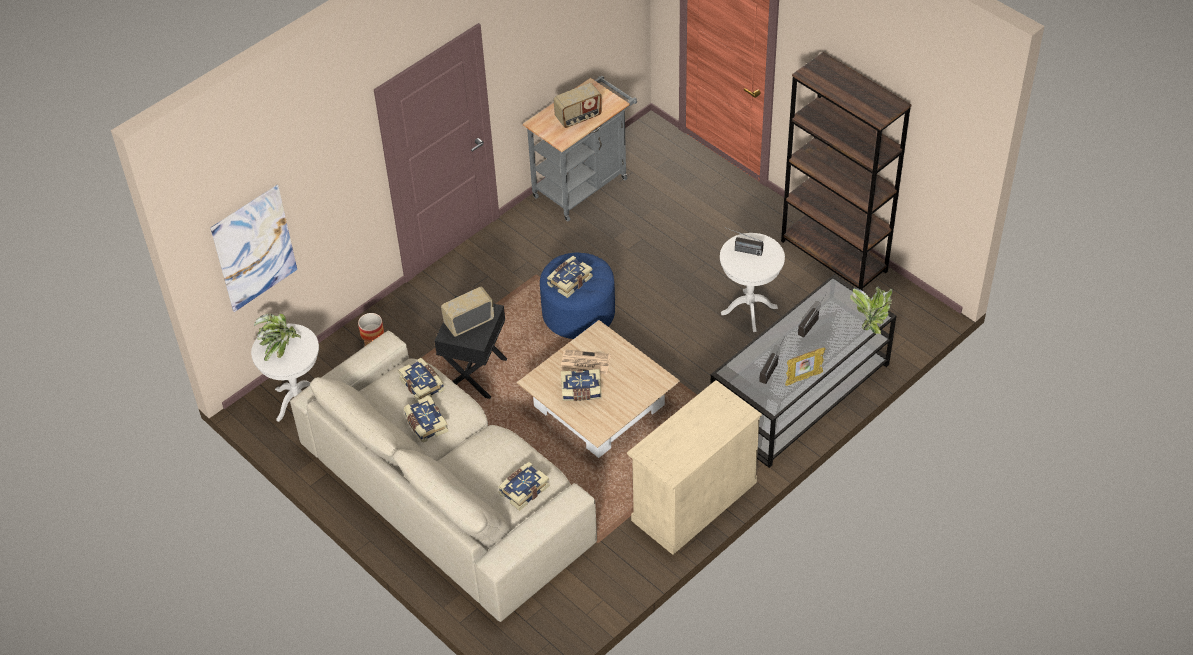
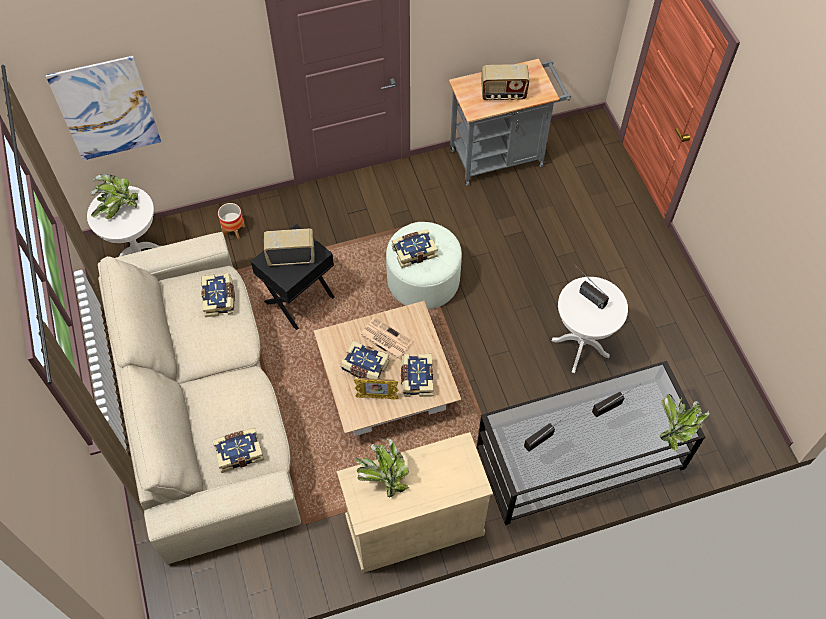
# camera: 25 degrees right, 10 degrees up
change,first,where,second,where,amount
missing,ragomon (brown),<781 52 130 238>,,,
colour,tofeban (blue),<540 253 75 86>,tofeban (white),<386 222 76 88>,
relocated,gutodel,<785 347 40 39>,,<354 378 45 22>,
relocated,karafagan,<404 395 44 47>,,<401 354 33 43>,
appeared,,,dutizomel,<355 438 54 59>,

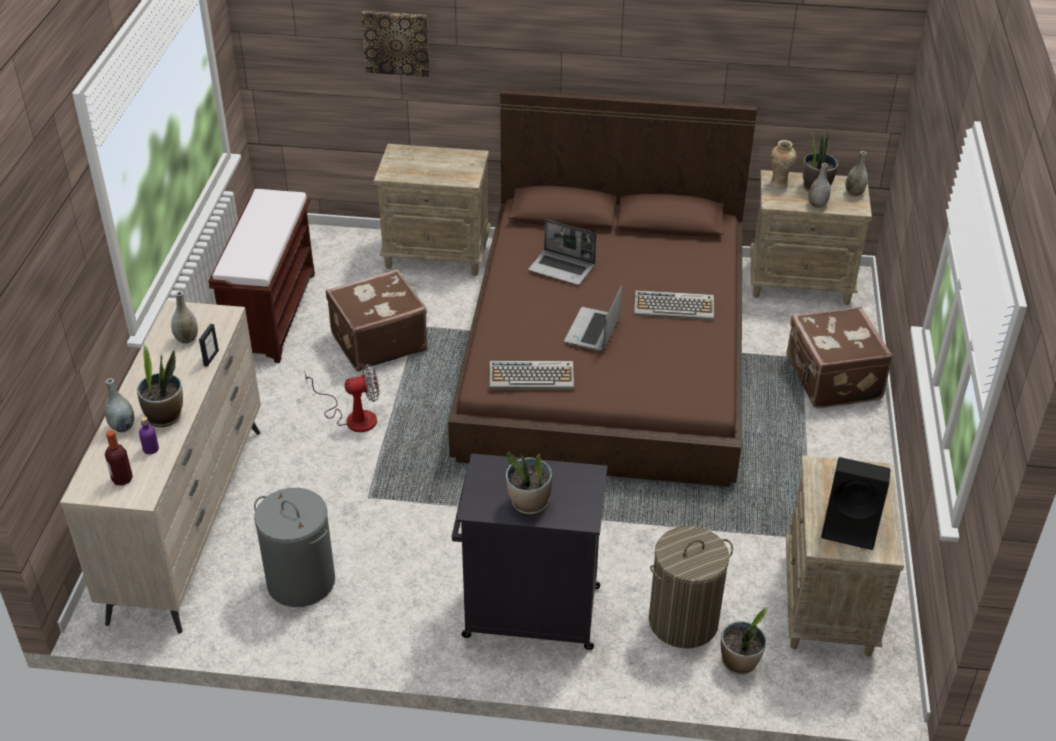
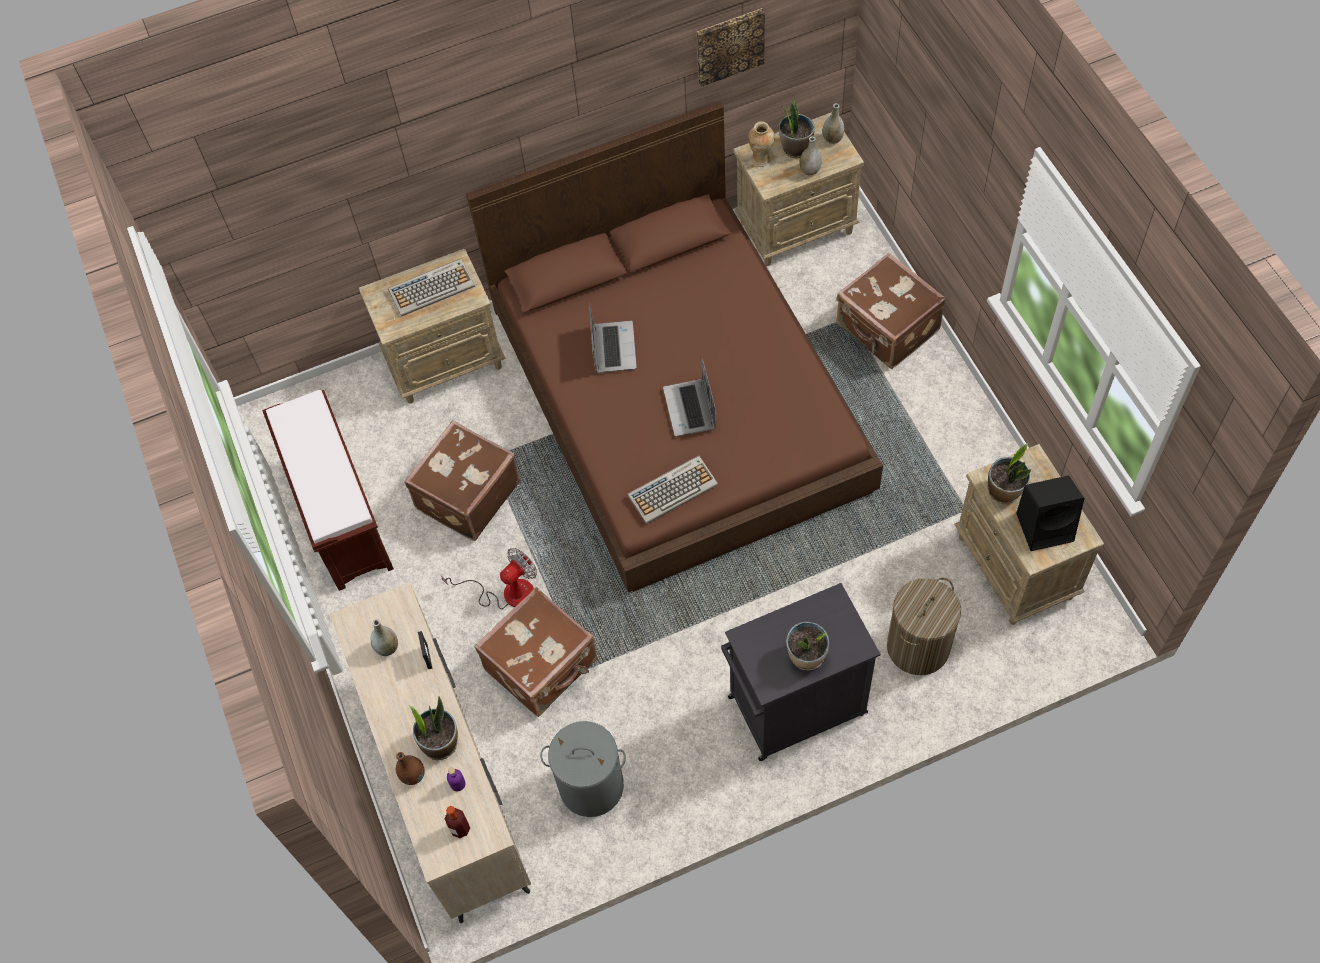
# camera: 25 degrees left, 20 degrees up
change,first,where,second,where,amount
relocated,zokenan,<361 11 69 66>,,<696 8 69 79>,
spun,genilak,<528 219 68 66>,,<589 303 48 70>,90 degrees counterclockwise
relocated,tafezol,<634 290 80 31>,,<388 259 87 58>,
colour,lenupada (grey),<105 378 29 54>,lenupada (brown),<396 752 29 33>,
relocated,dutizomel,<721 607 48 68>,,<988 443 43 61>,
appeared,,,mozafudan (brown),<474 587 123 130>,

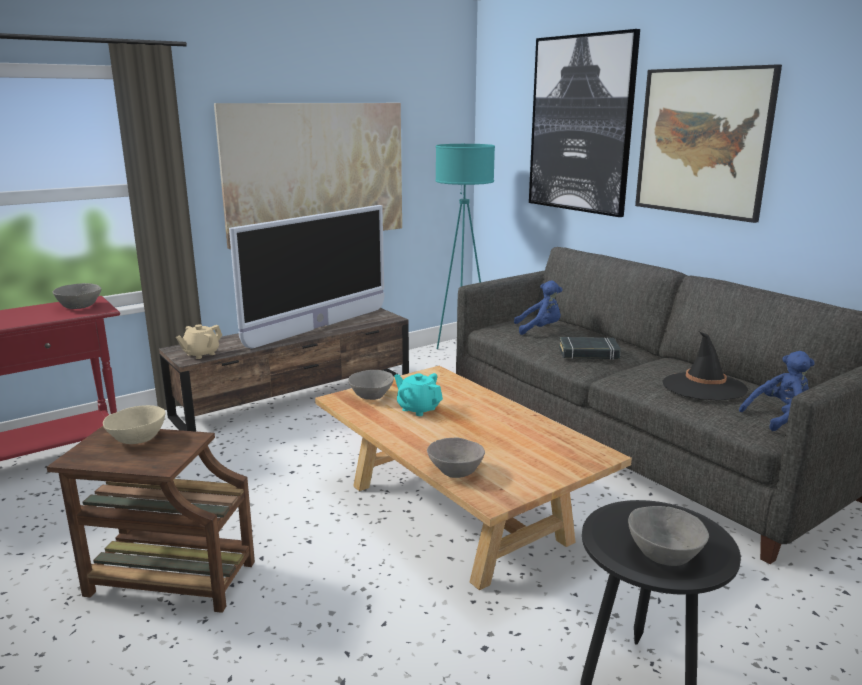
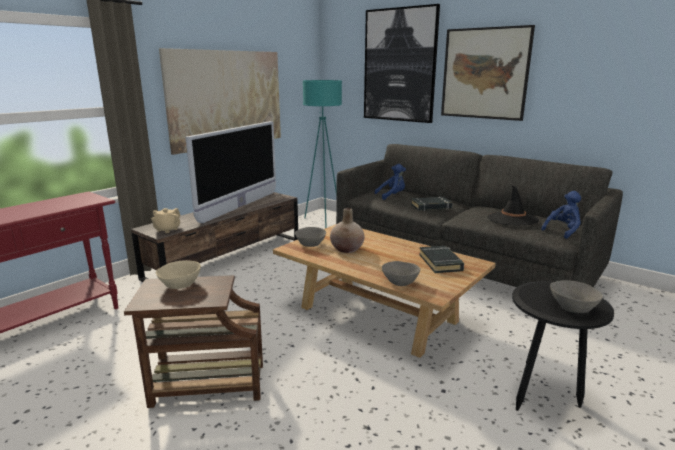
# camera: 15 degrees left, 0 degrees up
change,first,where,second,where,amount
missing,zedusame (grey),<53 283 48 26>,,,
exchanged,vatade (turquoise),<394 373 49 43>,lenupada (beige),<330 208 35 45>,
appeared,,,karafagan (black),<419 246 45 27>,

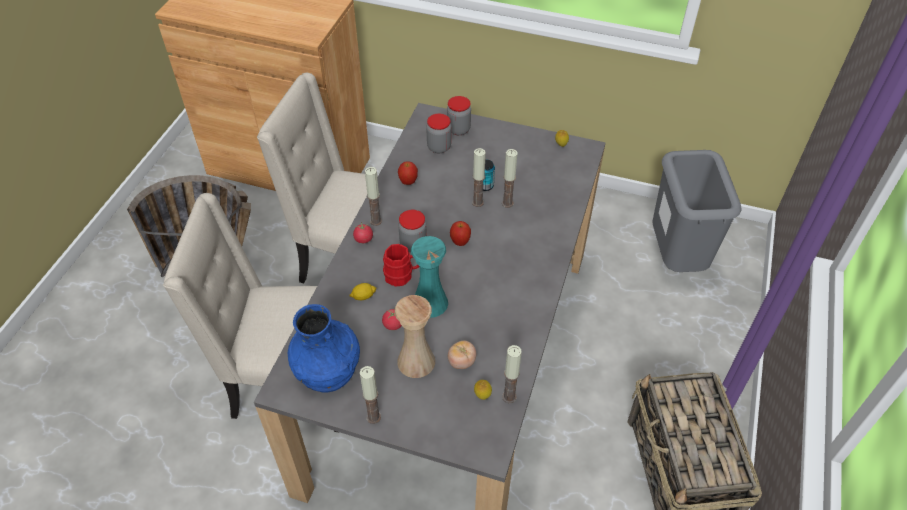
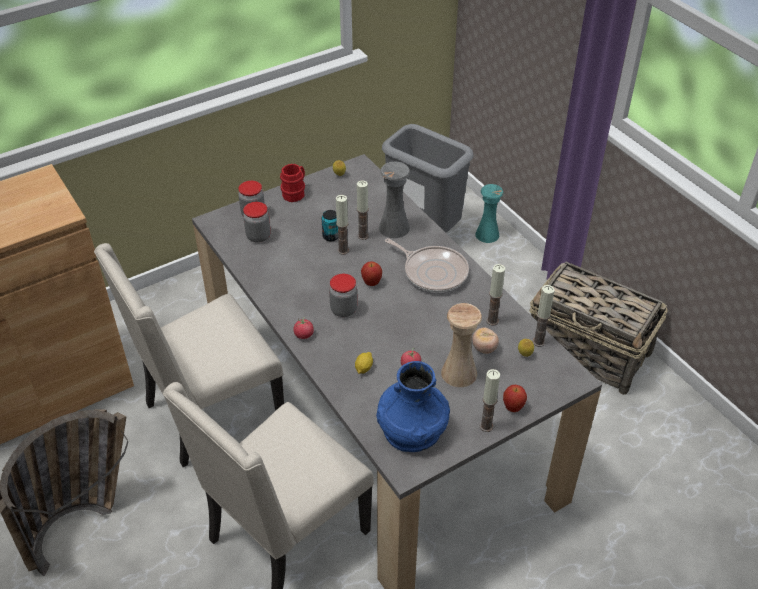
# camera: 50 degrees left, 5 degrees down
change,first,where,second,where,amount
relocated,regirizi,<398 161 20 24>,,<503 385 24 27>,
relocated,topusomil,<365 167 17 59>,,<486 264 19 62>,
relocated,lenupada (turquoise),<411 236 37 82>,,<475 184 28 59>,
relocated,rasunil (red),<383 244 36 43>,,<280 164 25 38>,
appeared,,,lenupada (grey),<379 161 31 77>,
appeared,,,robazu,<385 238 84 55>,

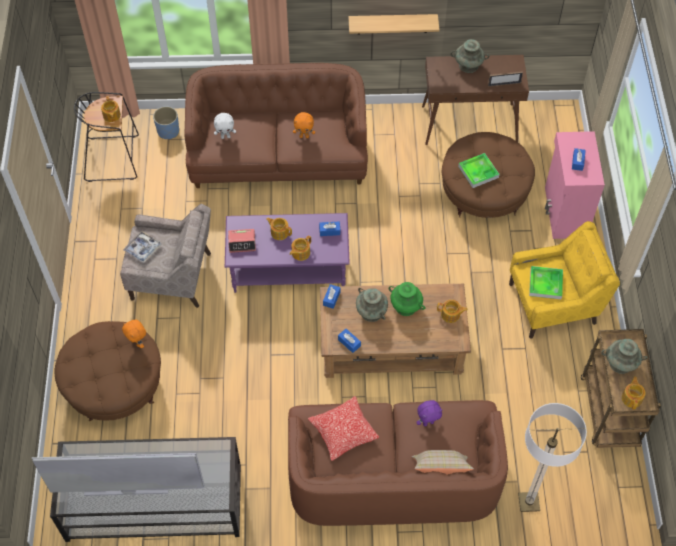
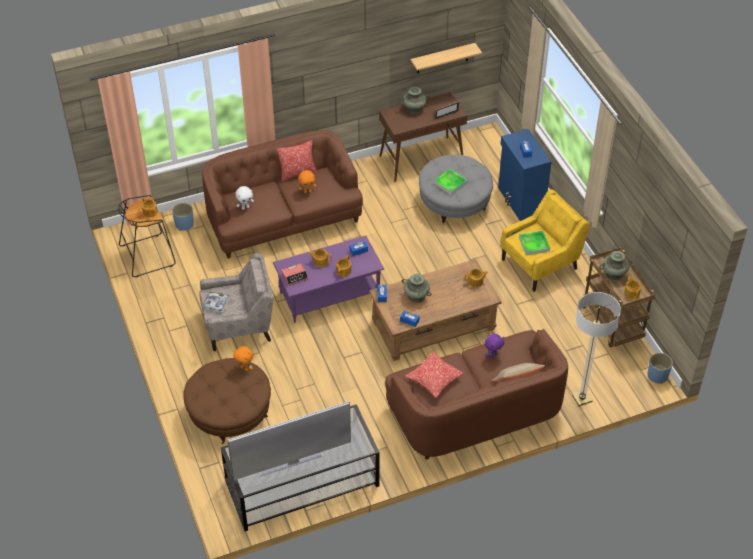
# camera: 20 degrees left, 10 degrees down
change,first,where,second,where,amount
relocated,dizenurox,<349 14 90 20>,,<411 43 71 30>,
colour,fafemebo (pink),<545 131 60 108>,fafemebo (blue),<498 129 54 92>,
colour,tofeban (brown),<442 132 93 86>,tofeban (grey),<419 155 74 70>,
missing,lenupada (green),<389 282 37 34>,,,
appeared,,,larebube,<277 140 40 41>,
appeared,,,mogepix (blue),<648 353 25 31>,

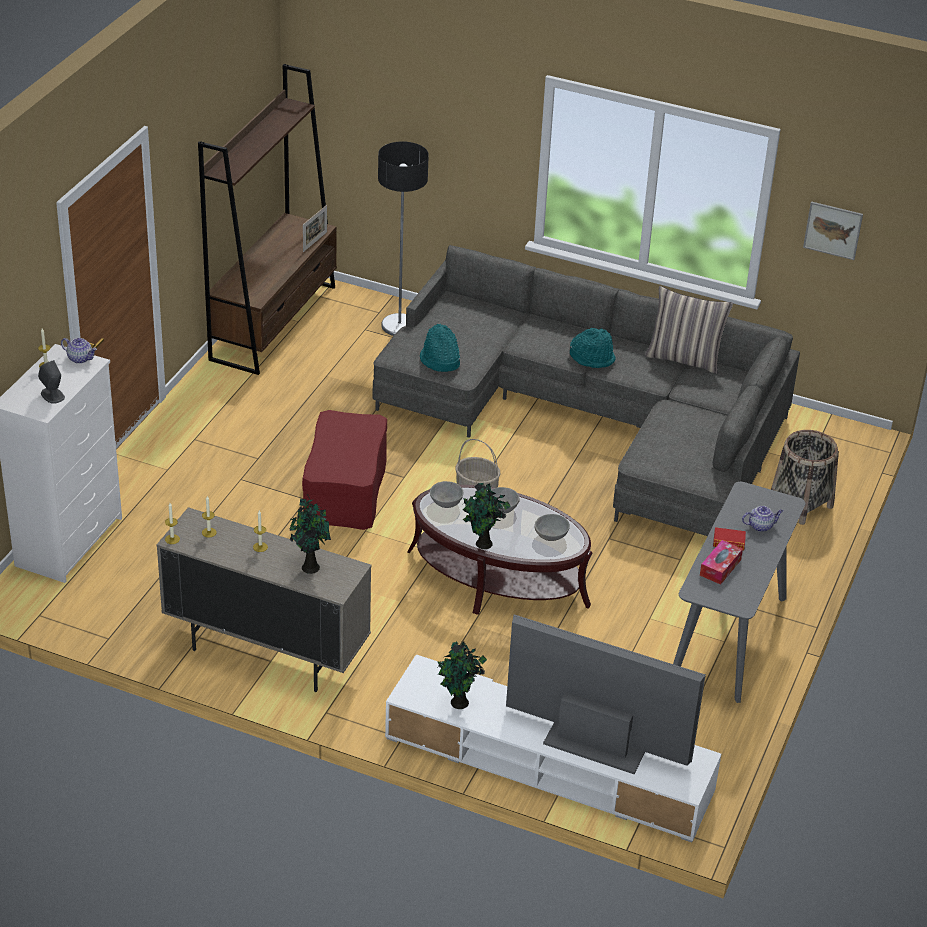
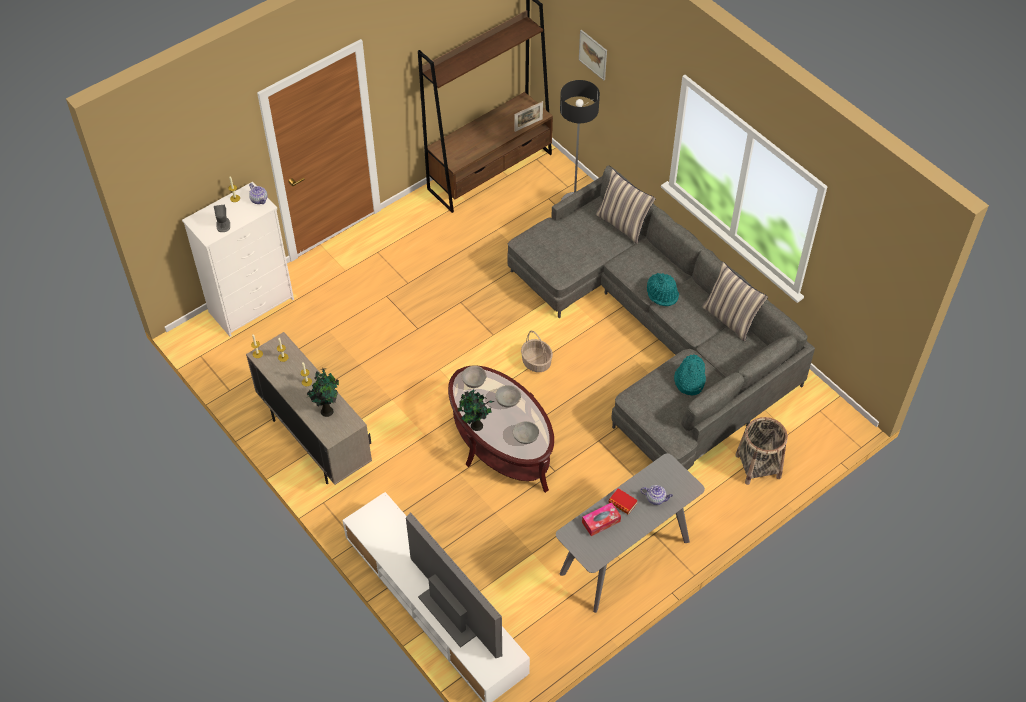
# camera: 30 degrees right, 15 degrees up
change,first,where,second,where,amount
relocated,zokenan,<803 201 60 59>,,<579 30 28 50>,
relocated,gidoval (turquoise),<420 324 40 48>,,<674 354 32 41>,
missing,tofeban (red),<302 410 85 120>,,,
missing,dutizomel,<437 641 50 68>,,,
appeared,,,larebube,<596 169 60 75>,

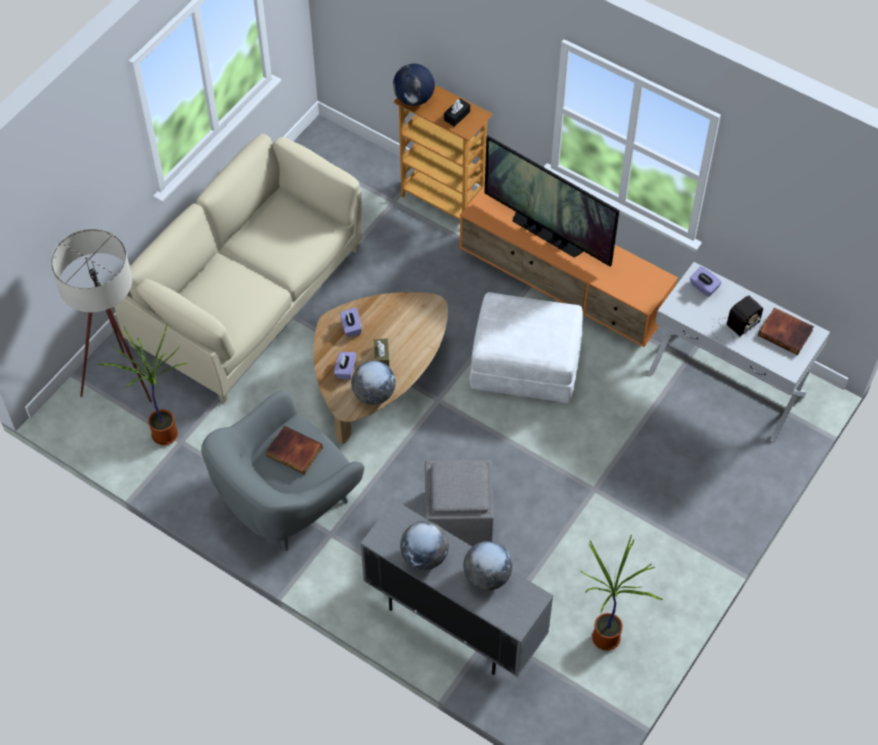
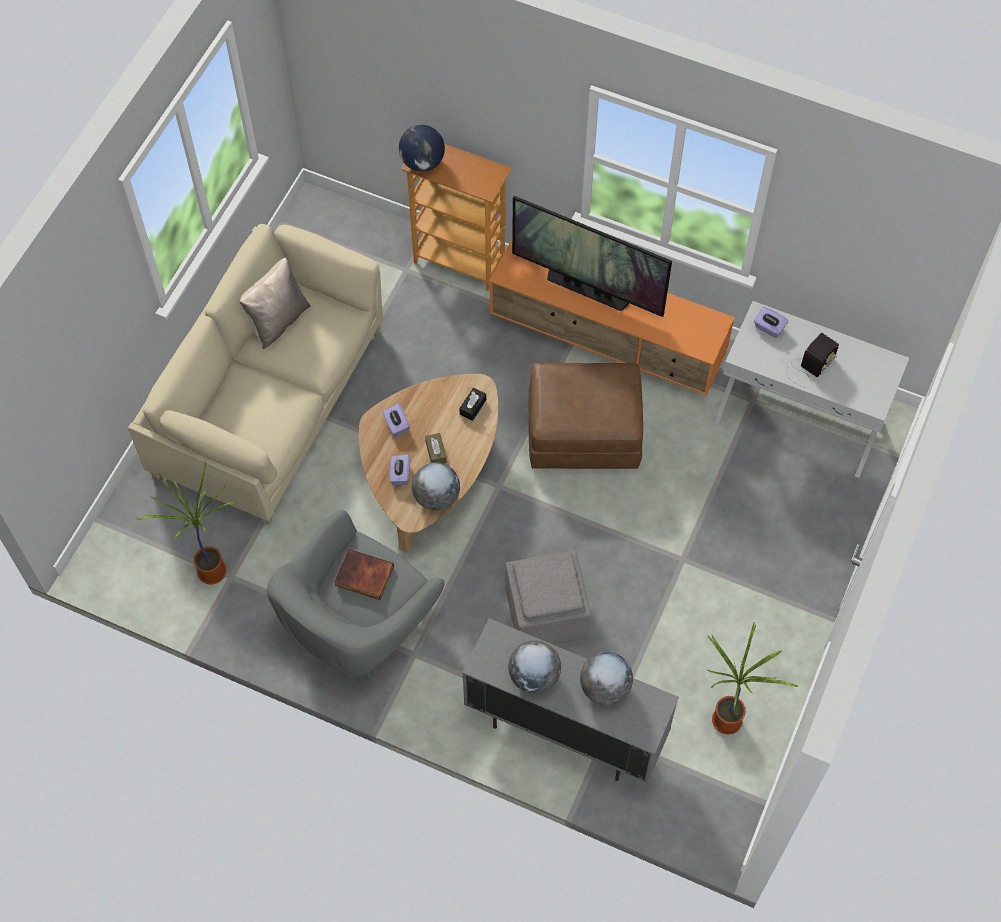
# camera: 10 degrees left, 5 degrees up
change,first,where,second,where,amount
relocated,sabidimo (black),<444 99 26 28>,,<459 388 27 33>,
missing,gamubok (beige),<51 229 101 174>,,,
colour,tofeban (white),<469 292 114 111>,tofeban (brown),<528 363 115 106>,
missing,karafagan,<758 307 56 48>,,,
appeared,,,larebube (beige),<239 258 72 91>,

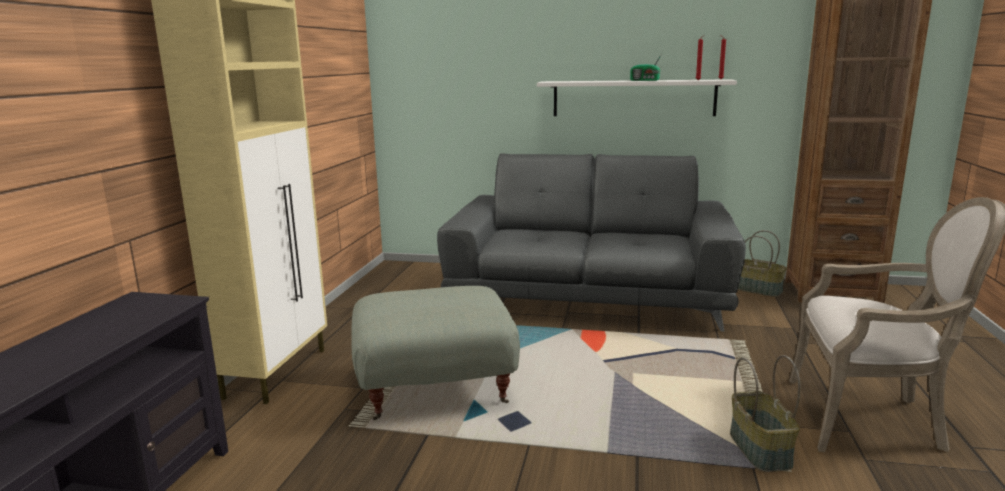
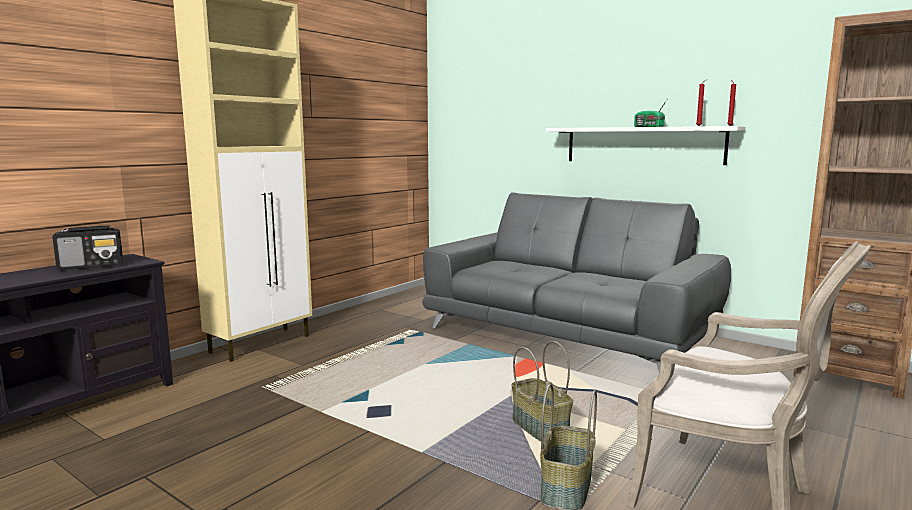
# camera: 25 degrees right, 5 degrees down
change,first,where,second,where,amount
relocated,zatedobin,<738 230 49 67>,,<512 341 61 101>,
missing,tofeban (grey),<351 286 169 134>,,,
appeared,,,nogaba,<52 226 71 44>,

